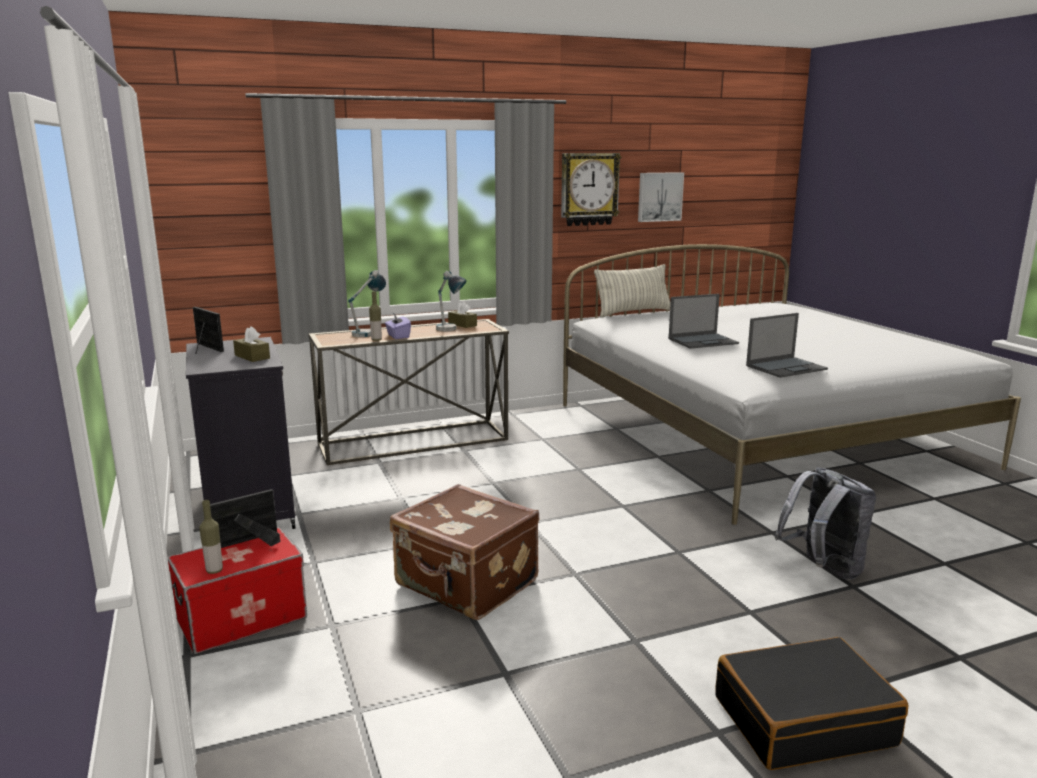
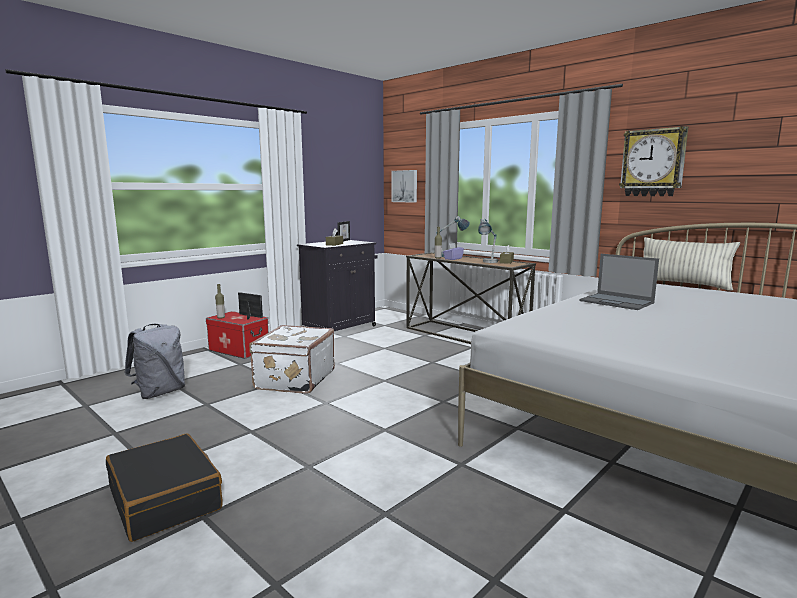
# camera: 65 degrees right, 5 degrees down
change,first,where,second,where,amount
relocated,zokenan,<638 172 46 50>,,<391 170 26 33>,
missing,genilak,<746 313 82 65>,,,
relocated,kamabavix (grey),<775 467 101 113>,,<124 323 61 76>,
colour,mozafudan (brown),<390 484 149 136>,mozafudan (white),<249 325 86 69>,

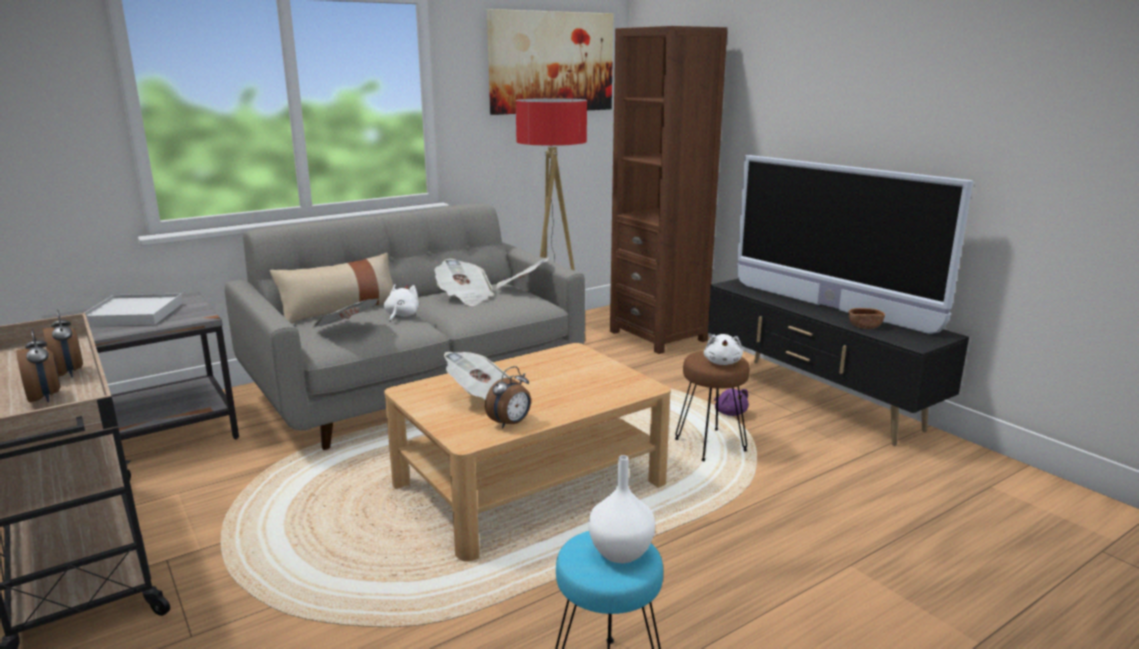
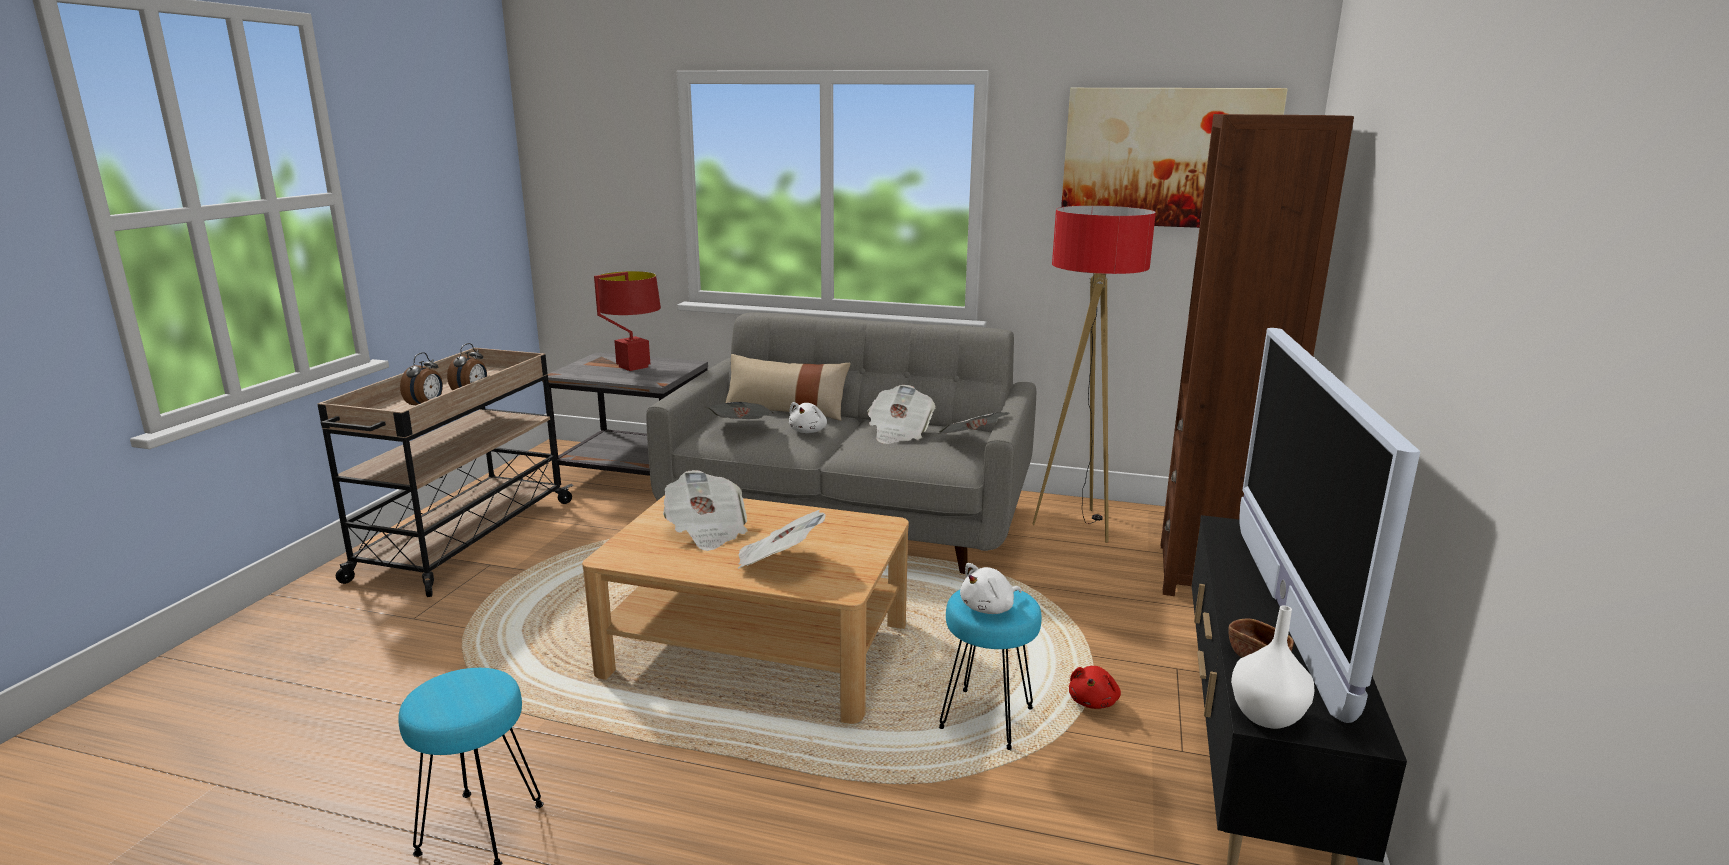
# camera: 50 degrees right, 0 degrees up
change,first,where,second,where,amount
spun,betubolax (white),<384 284 35 38>,,<789 402 38 31>,135 degrees clockwise
exchanged,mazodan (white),<84 294 99 32>,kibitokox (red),<594 271 67 100>,
colour,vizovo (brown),<675 351 75 111>,vizovo (turquoise),<938 590 104 161>,
missing,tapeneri,<485 366 46 62>,,,
colour,betubolax (purple),<714 389 35 27>,betubolax (red),<1069 666 52 43>,
relocated,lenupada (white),<588 455 67 108>,,<1231 606 84 123>,
appeared,,,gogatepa,<738 510 88 59>,

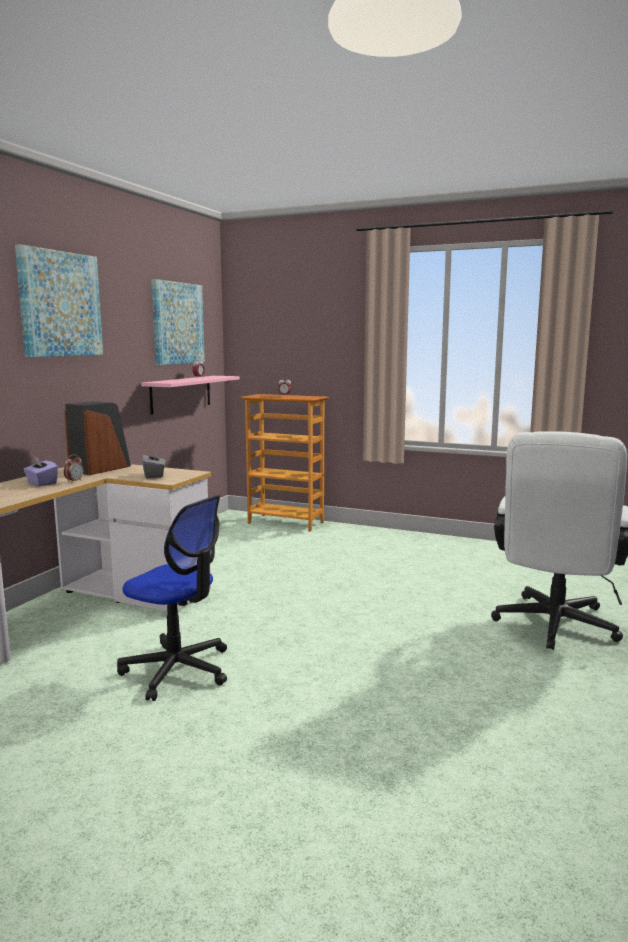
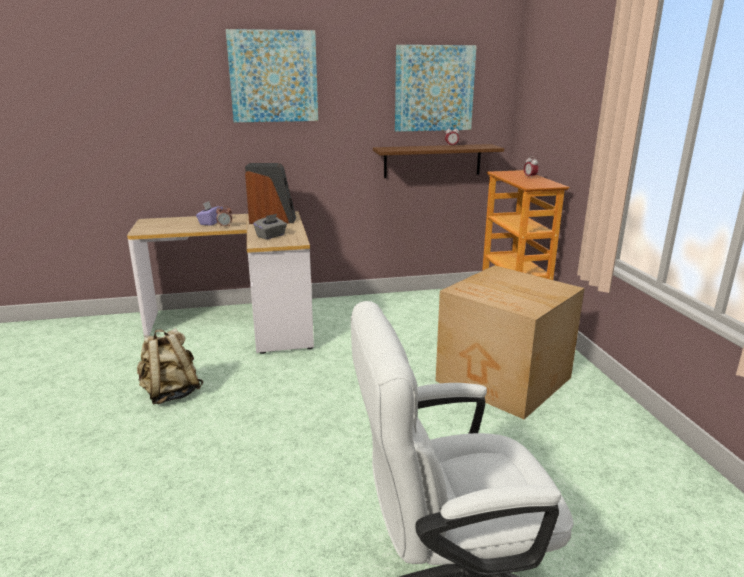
# camera: 55 degrees right, 10 degrees up
change,first,where,second,where,amount
colour,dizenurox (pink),<141 376 99 39>,dizenurox (brown),<373 144 131 34>,
exchanged,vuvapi,<117 495 110 206>,kamabavix (beige),<137 328 67 77>,
appeared,,,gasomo,<436 265 149 154>,

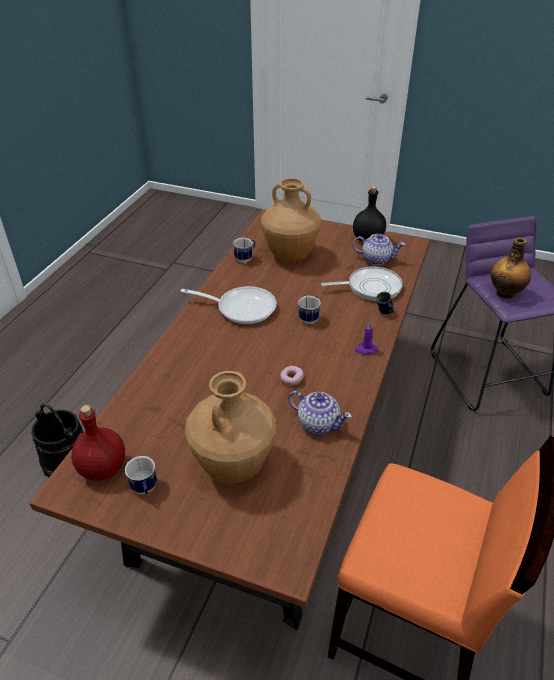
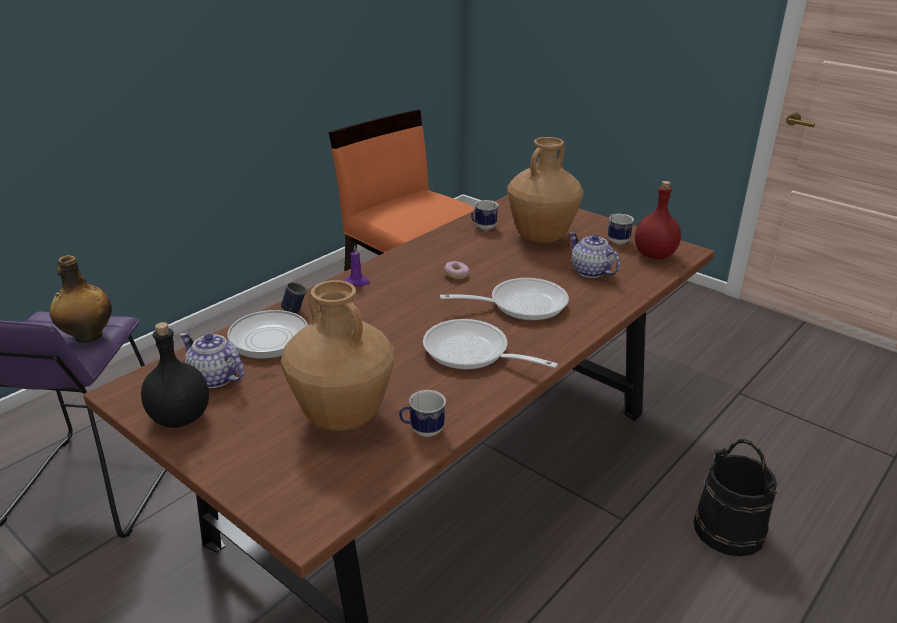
# camera: 160 degrees left, 10 degrees down
change,first,where,second,where,amount
relocated,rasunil,<298 296 23 28>,,<471 200 27 30>,
relocated,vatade,<288 390 64 45>,,<569 232 52 46>,
appeared,,,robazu,<440 278 129 42>,

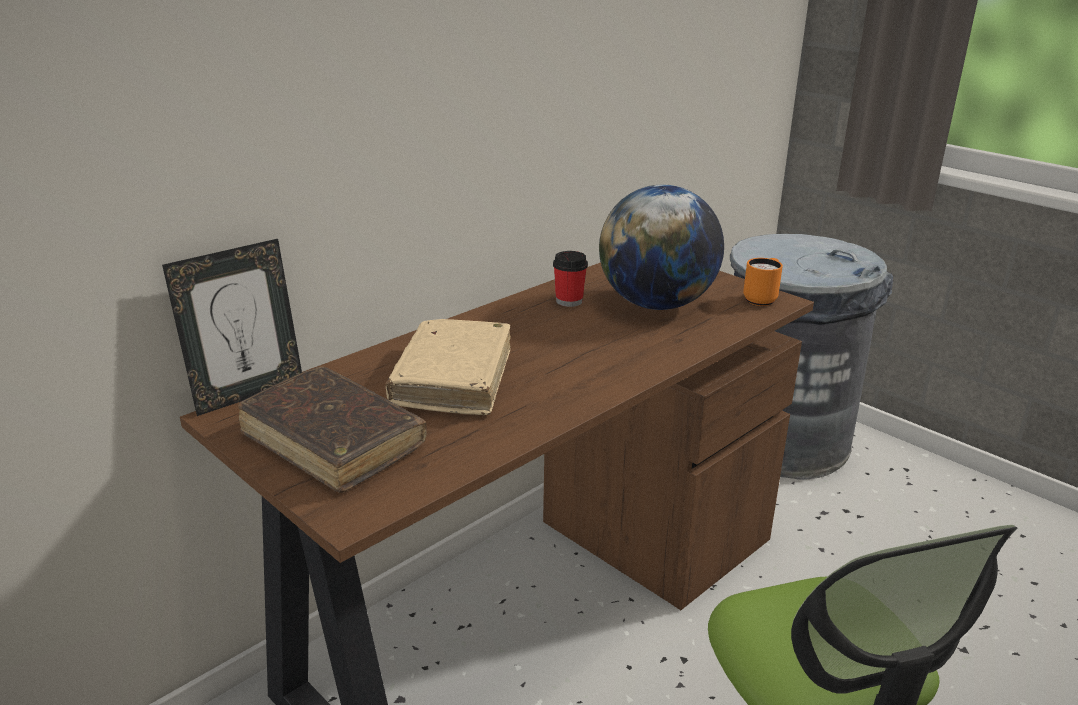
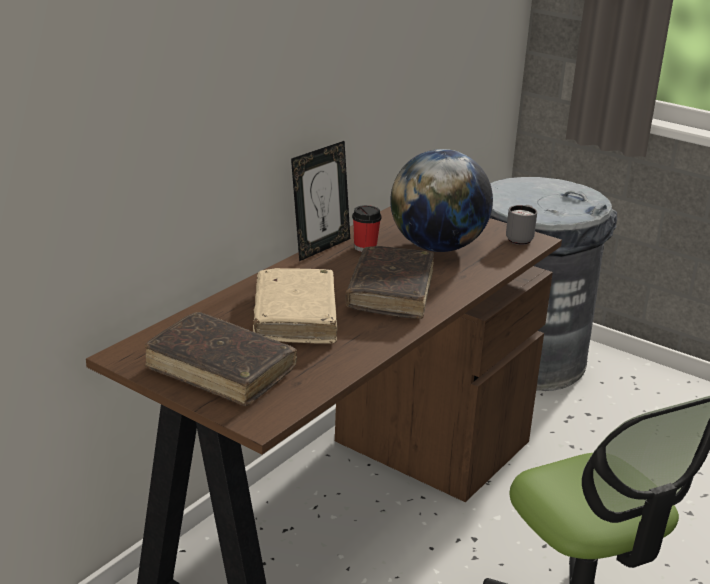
# camera: 10 degrees left, 0 degrees up
change,first,where,second,where,amount
relocated,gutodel,<162 239 140 177>,,<291 141 59 120>,
colour,rasunil (orange),<743 258 40 48>,rasunil (grey),<506 205 31 40>,
appeared,,,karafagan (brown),<346 246 88 73>,

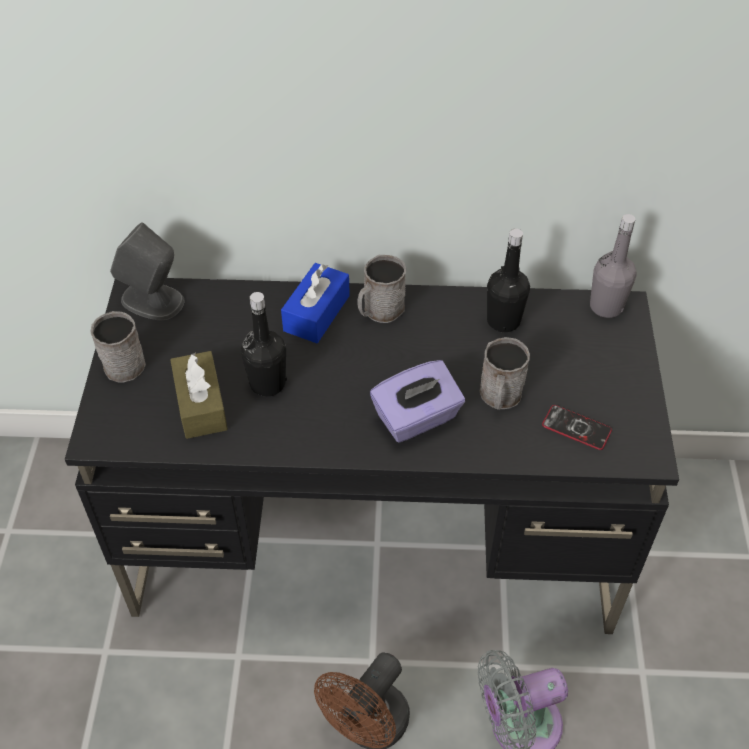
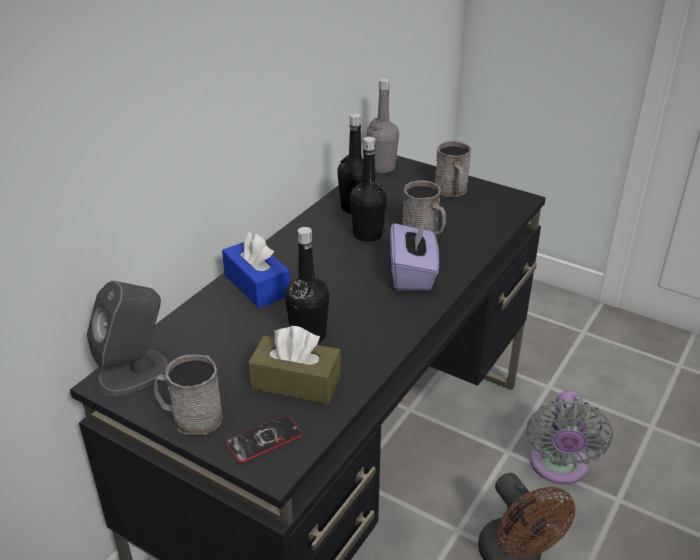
# camera: 60 degrees left, 15 degrees down
change,first,where,second,where,amount
relocated,rasunil (grey),<357 255 49 68>,,<435 141 36 56>,
relocated,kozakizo,<542 405 70 45>,,<225 415 78 48>,
appeared,,,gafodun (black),<350 137 37 105>,

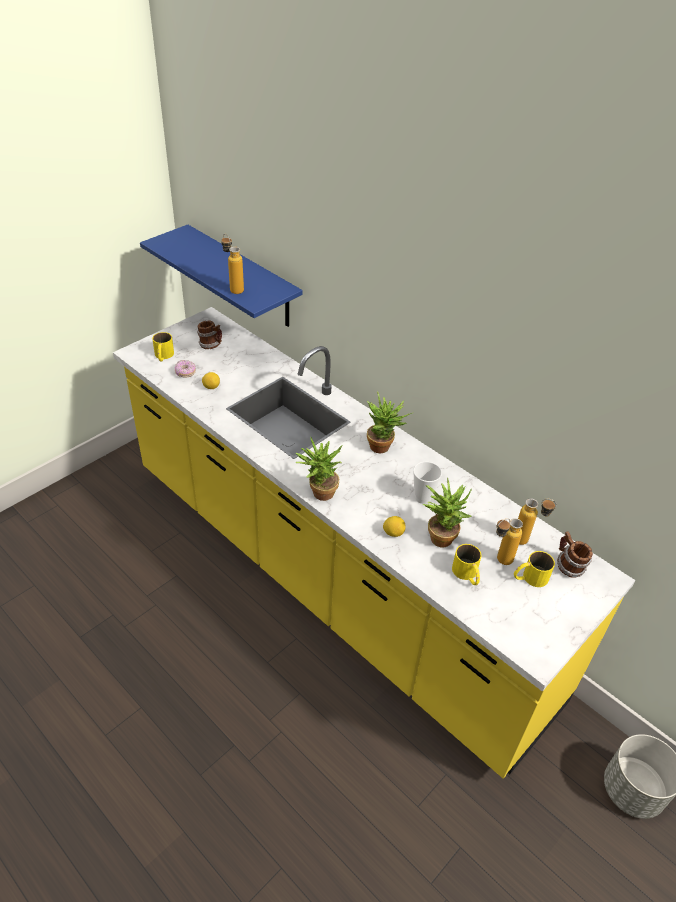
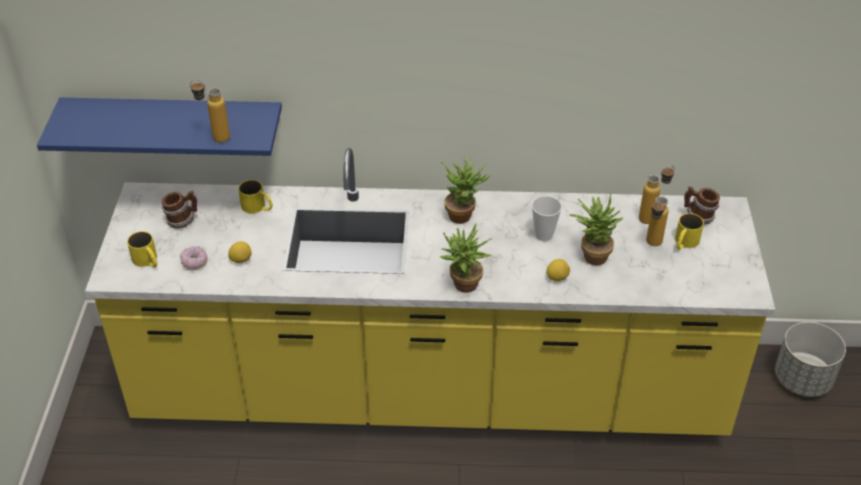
# camera: 40 degrees left, 0 degrees up
change,first,where,second,where,amount
relocated,rasunil (yellow),<452 544 30 41>,,<238 180 35 34>,

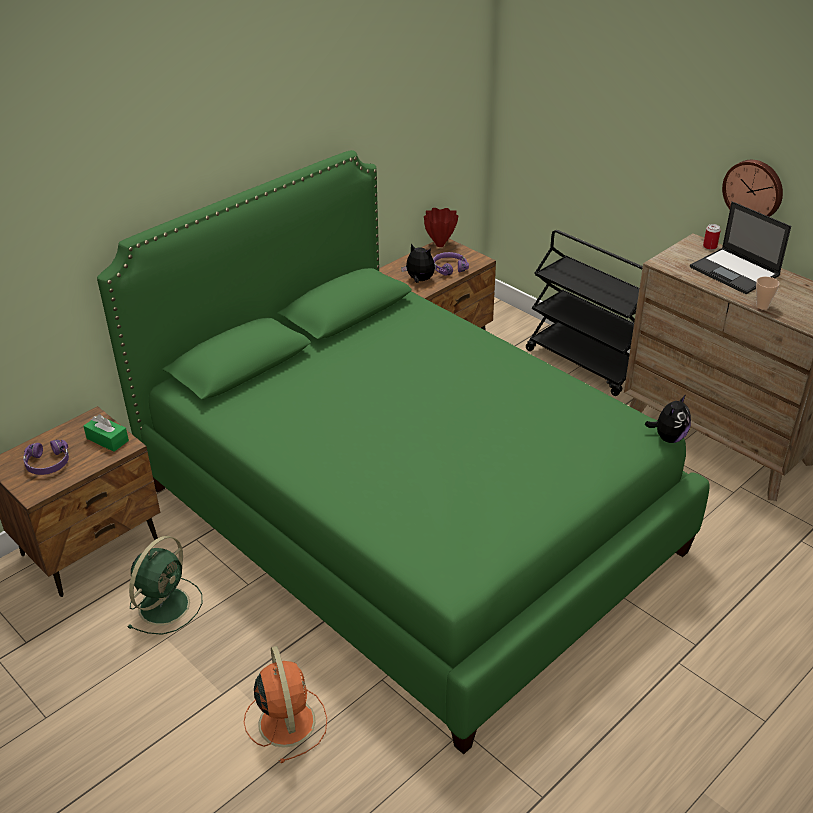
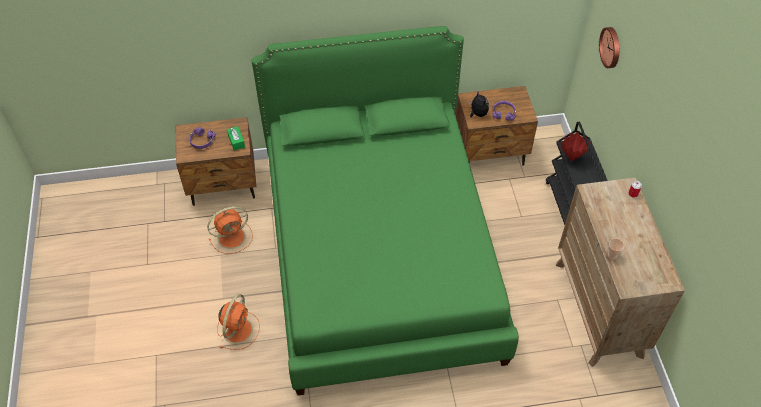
# camera: 35 degrees right, 15 degrees up
change,first,where,second,where,amount
relocated,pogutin,<722 160 61 57>,,<599 27 20 41>,
missing,genilak,<690 201 101 93>,,,
relocated,lenupada (red),<424 208 34 39>,,<561 132 29 29>,
missing,betubolax,<645 394 46 49>,,,
colour,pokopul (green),<127 536 76 99>,pokopul (orange),<207 206 46 48>,

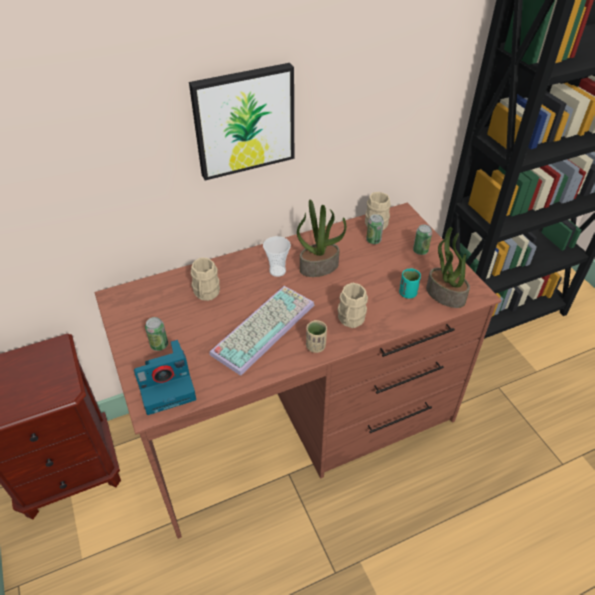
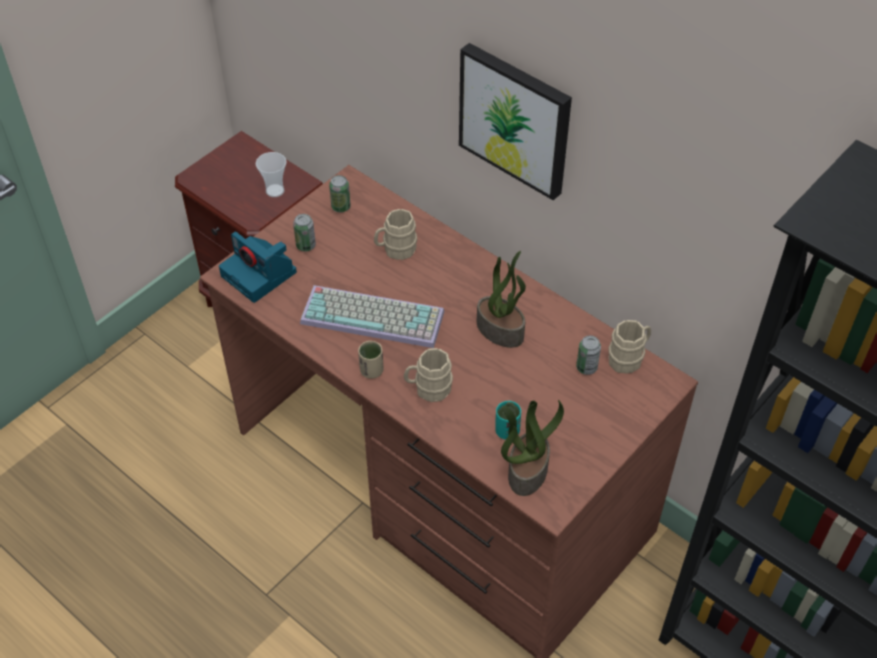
# camera: 65 degrees right, 5 degrees up
change,first,where,second,where,amount
relocated,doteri,<413 225 19 30>,,<329 175 21 37>,
relocated,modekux,<263 236 28 41>,,<256 152 30 45>,

